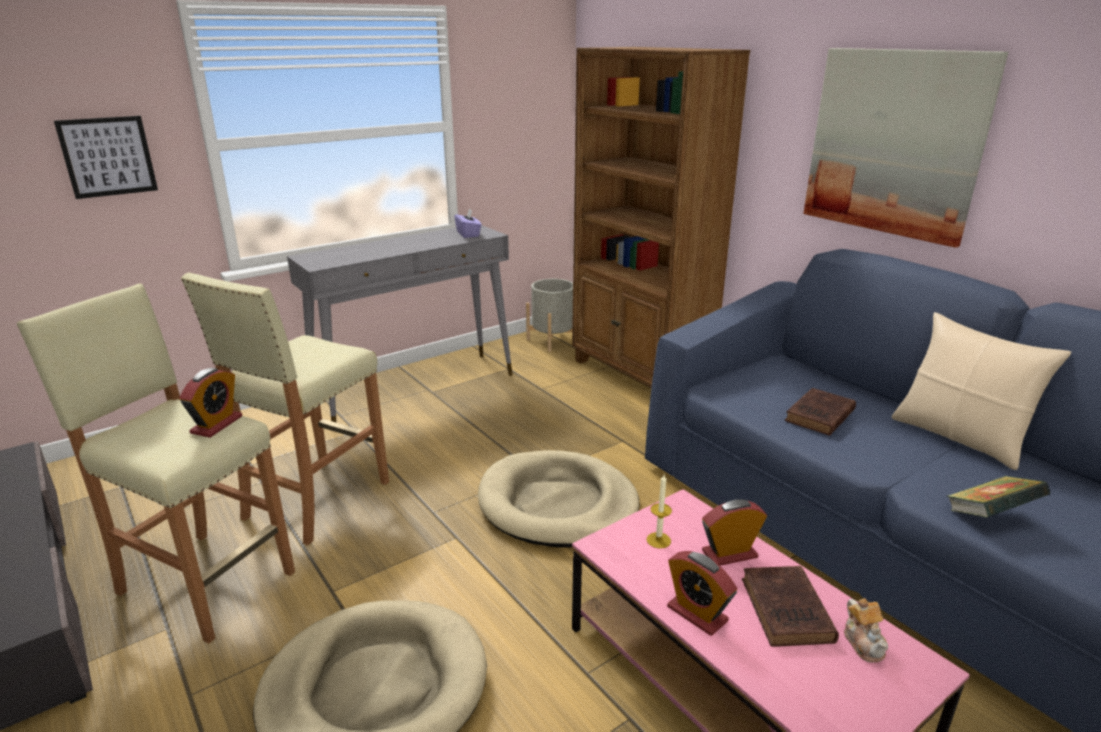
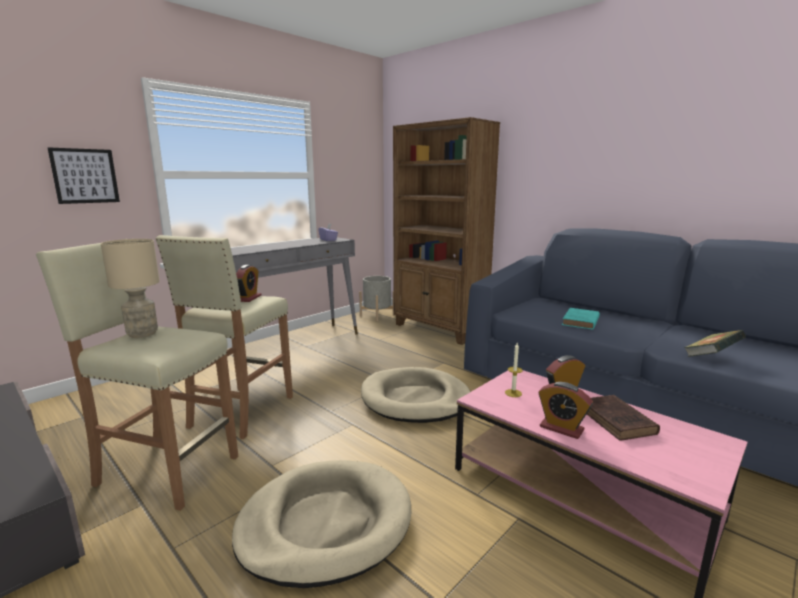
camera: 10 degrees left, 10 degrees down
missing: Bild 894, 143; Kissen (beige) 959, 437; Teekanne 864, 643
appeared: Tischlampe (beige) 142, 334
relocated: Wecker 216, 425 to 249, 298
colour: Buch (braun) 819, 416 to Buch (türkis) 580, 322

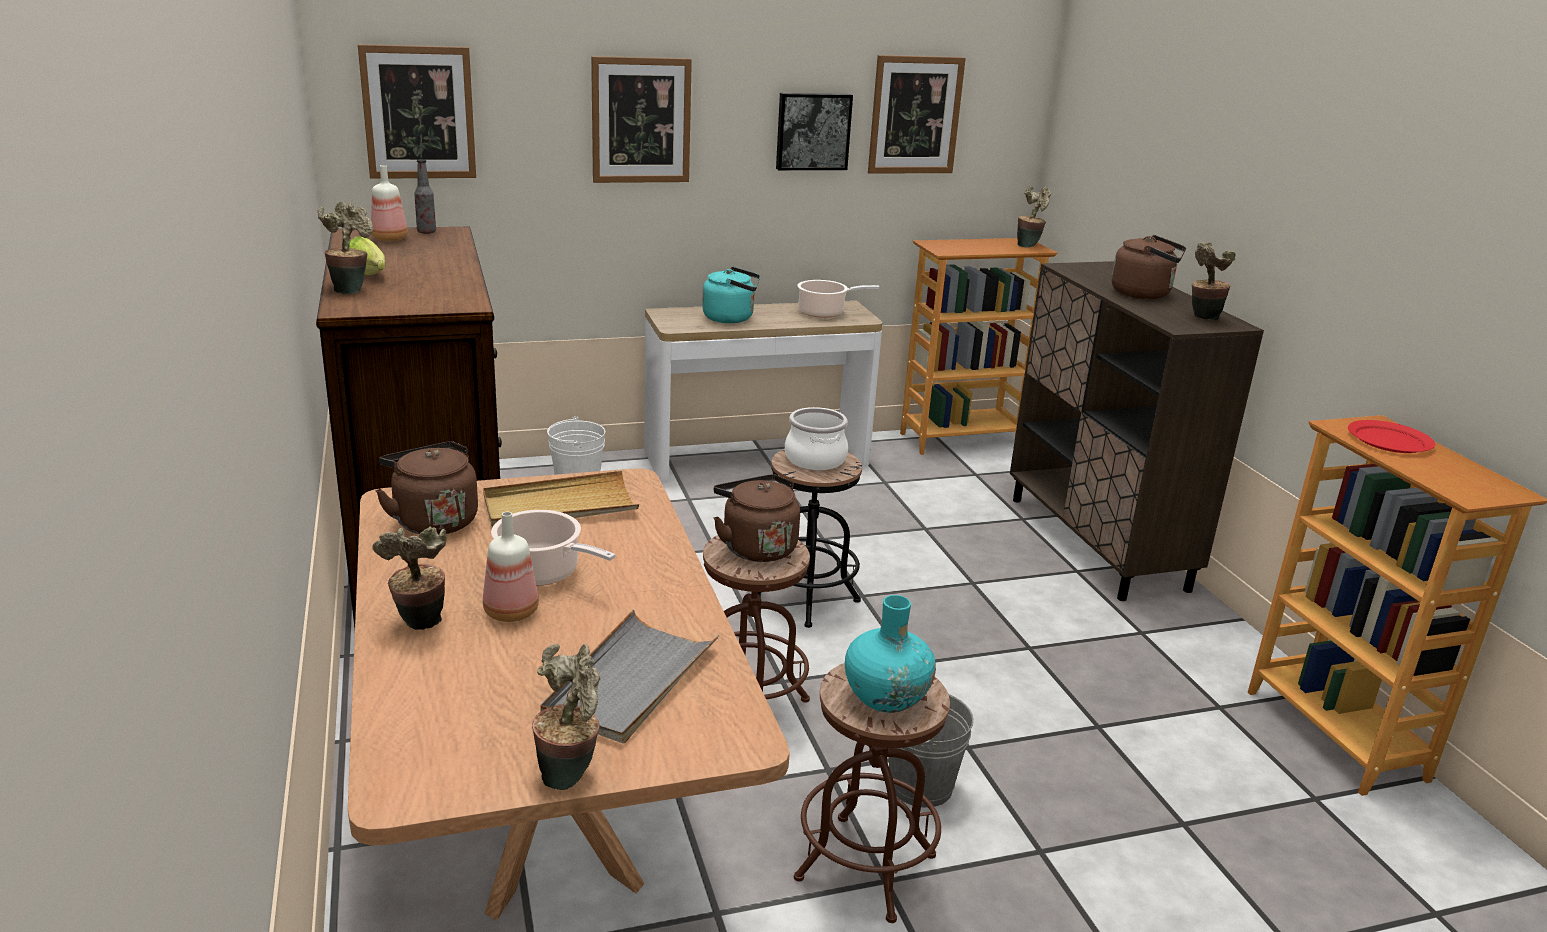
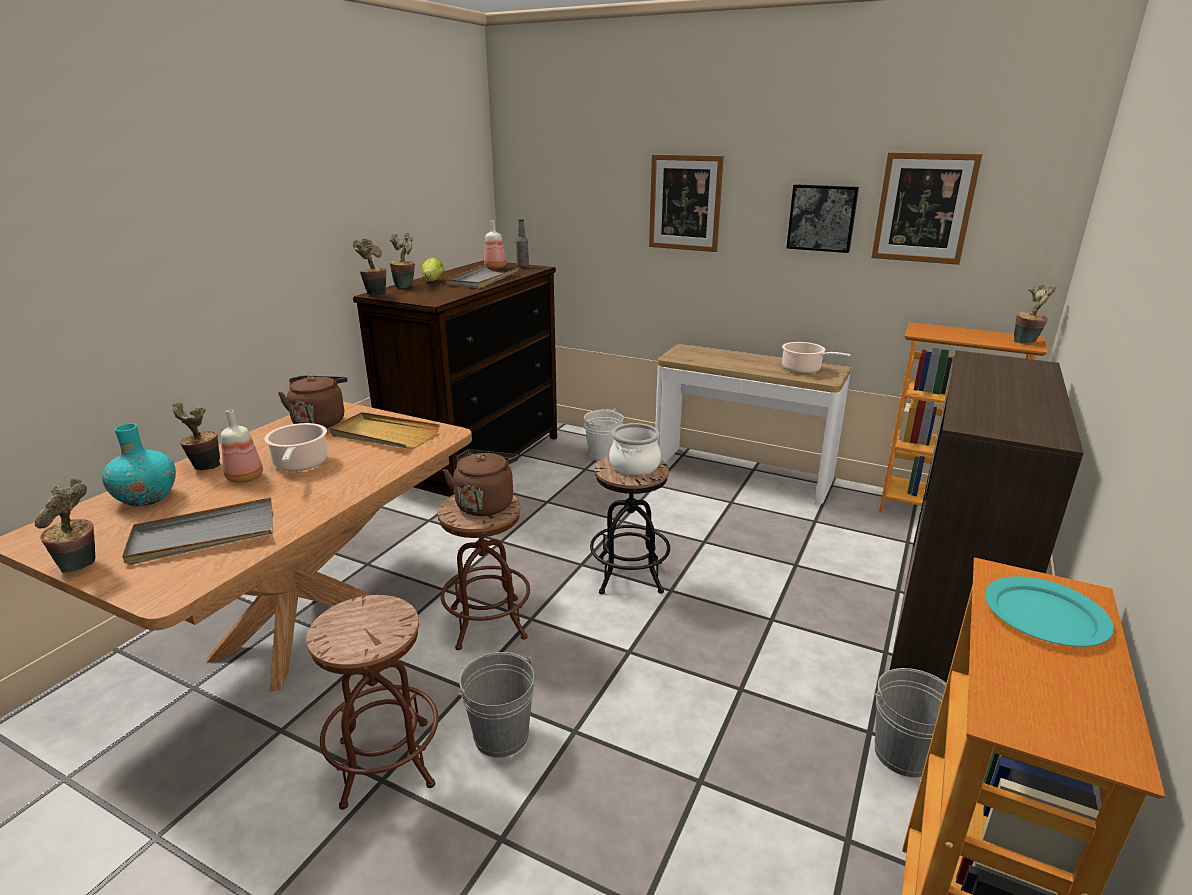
camera: 45 degrees right, 0 degrees up
missing: Bild 418, 113; Wasserkessel (braun) 1144, 294; Wasserkessel (türkis) 731, 318
appeared: Tablett (grau) 482, 280; Eimer (grau) 904, 754
relocated: Topfpflanze 1202, 318 to 375, 294; Vase (türkis) 886, 698 to 147, 498
colour: Teller (rot) 1390, 440 to Teller (türkis) 1046, 616

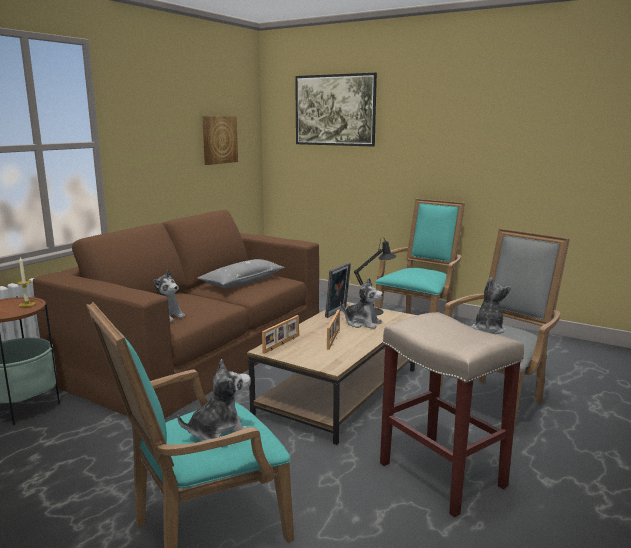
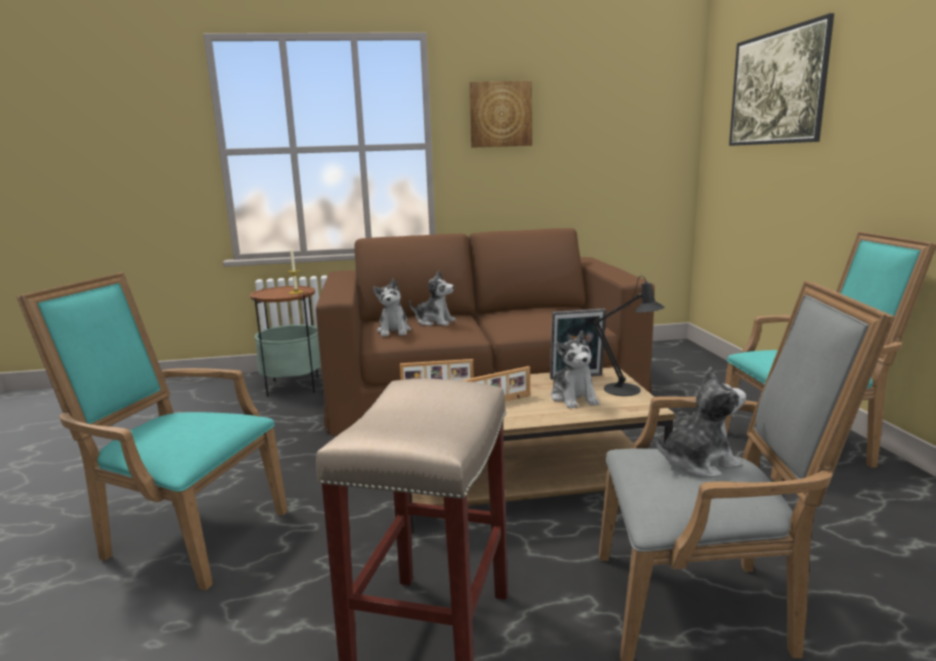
camera: 50 degrees right, 0 degrees up
missing: Kissen (grau) 242, 282
relocated: Bild 219, 139 to 500, 114; Plüschtier 218, 433 to 434, 322

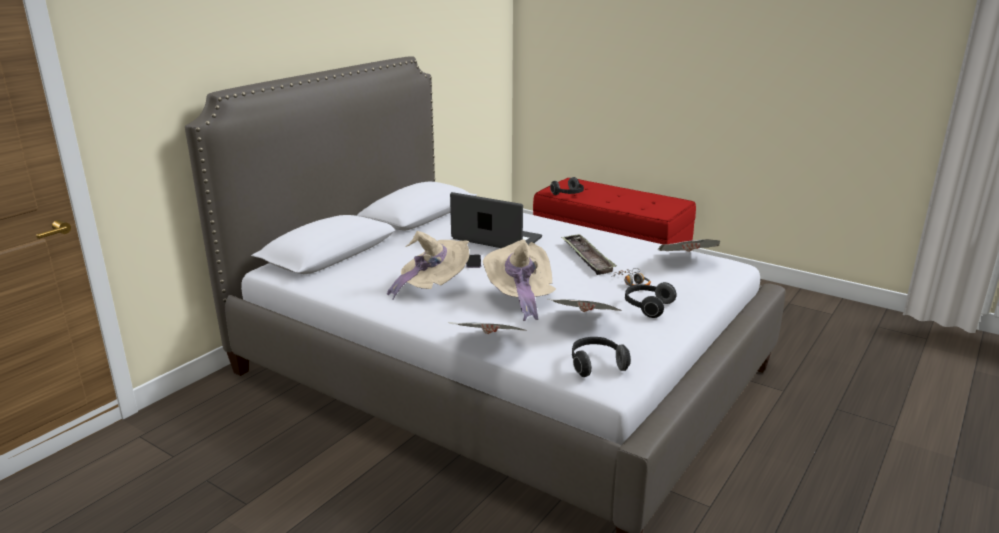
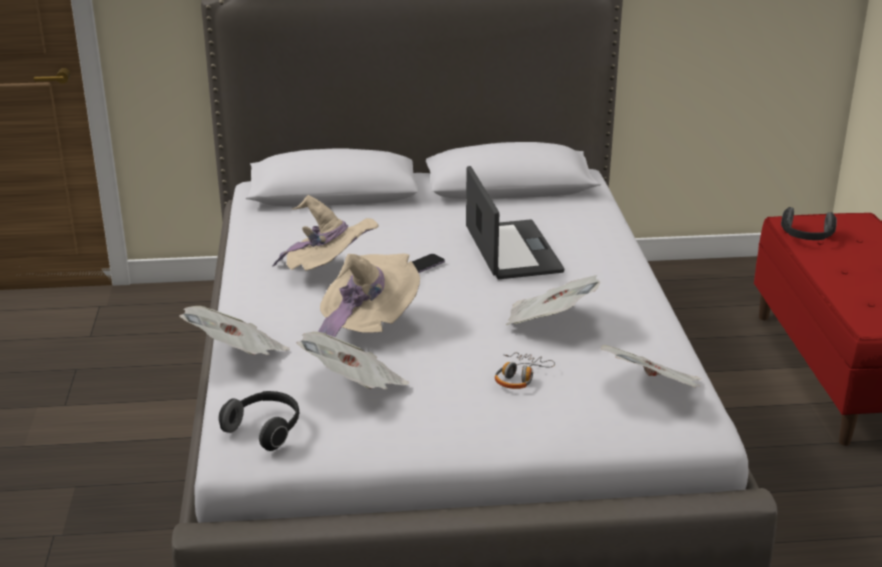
camera: 50 degrees right, 5 degrees up
missing: Kopfhörer 647, 307
exchanged: Tablett 587, 258 to Zeitung 549, 322

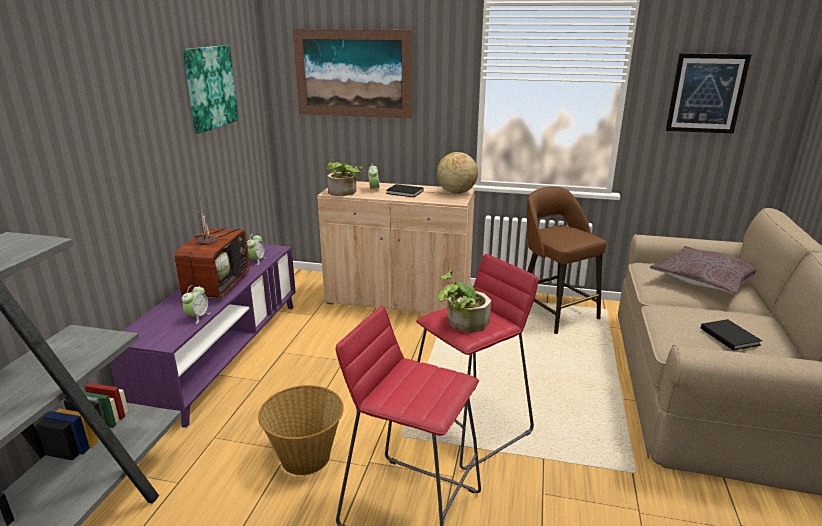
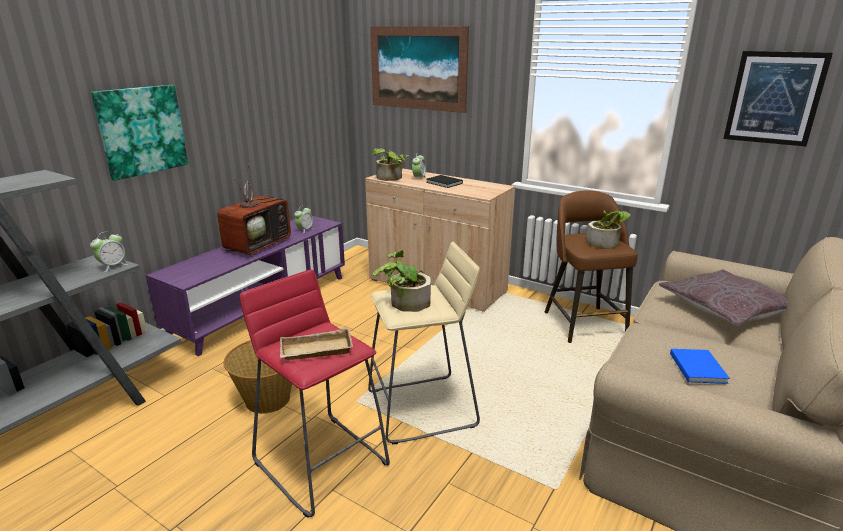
camera: 20 degrees right, 0 degrees up
missing: Globus 456, 192
appeared: Topfpflanze 606, 243; Tablett (beige) 315, 351
relocated: Bild 210, 87 to 141, 130; Wecker 197, 317 to 113, 266
colour: Hocker (rot) 470, 427 to Hocker (beige) 423, 409; Buch (schwarz) 729, 336 to Buch (blau) 698, 367

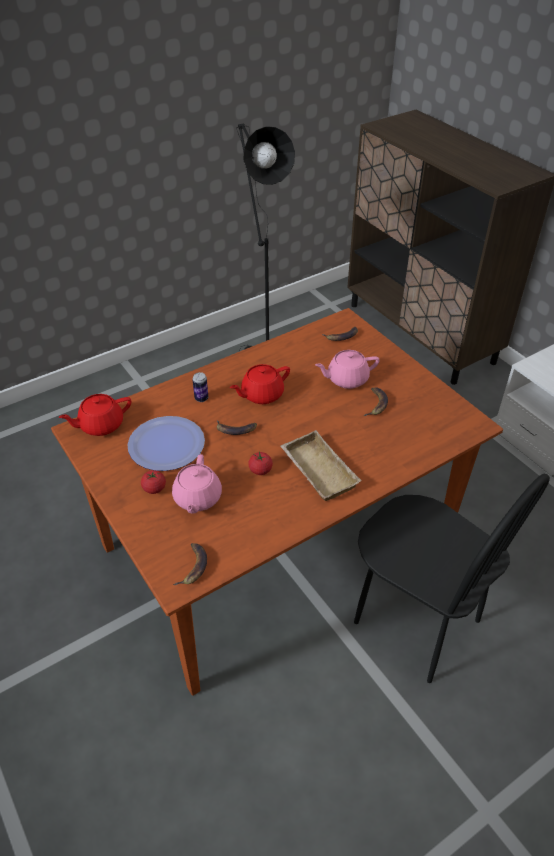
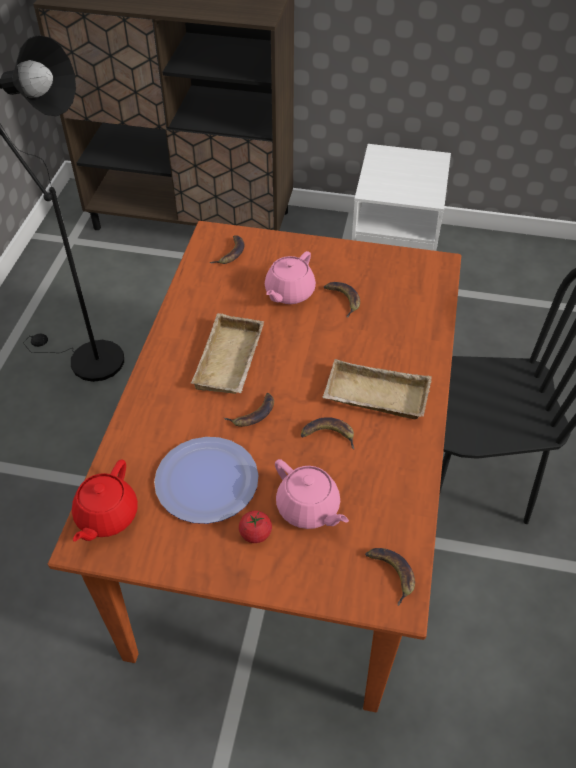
camera: 45 degrees left, 5 degrees up
missing: Dose 201, 398
exchanged: Teekanne (rot) 261, 394 to Tablett (beige) 231, 361; Tomate 260, 470 to Banane 328, 435

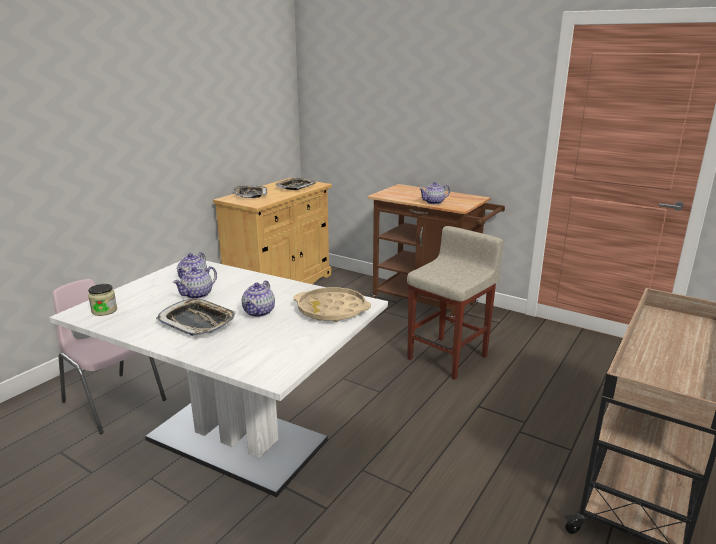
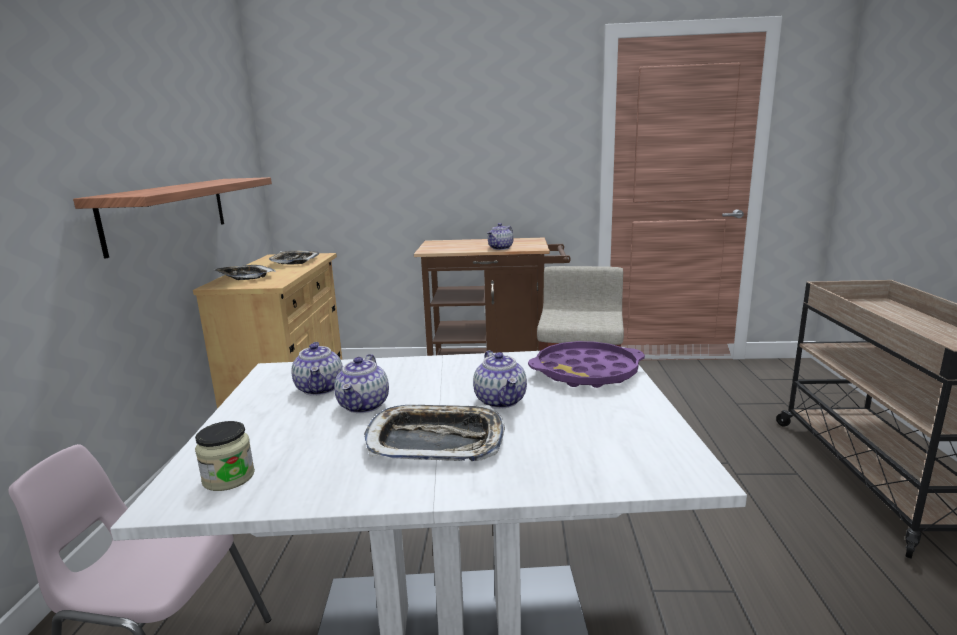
camera: 30 degrees left, 5 degrees down
appeared: Wandregal 168, 212
colour: Tablett (beige) 331, 310 to Tablett (lila) 586, 372

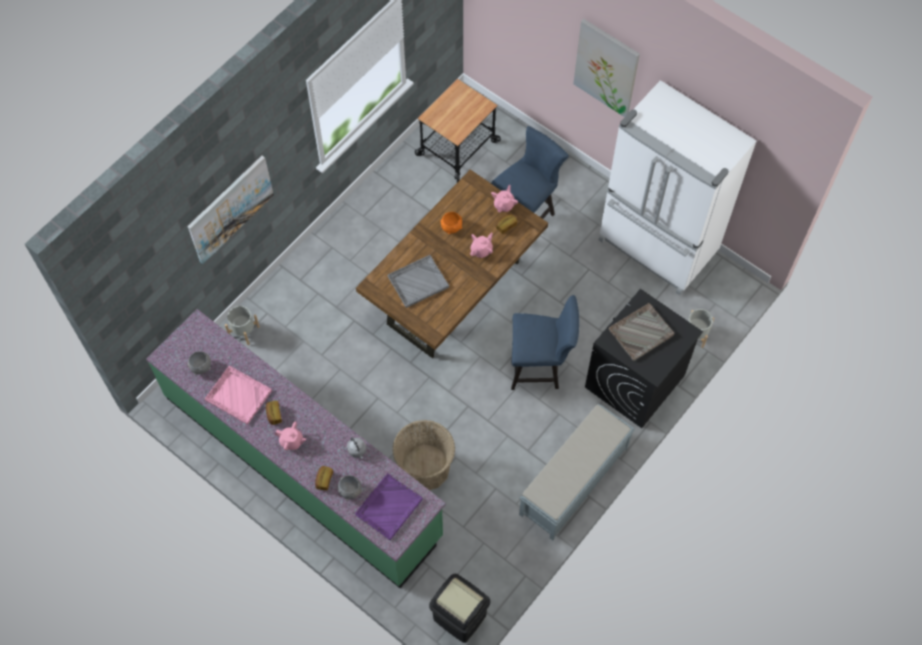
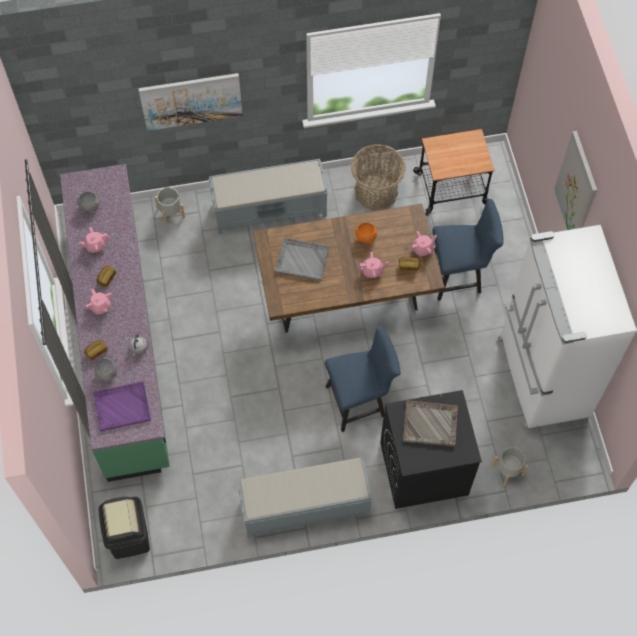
camera: 40 degrees right, 0 degrees up
appeared: Bank (grau) 270, 209
relocated: Korb 424, 467 to 376, 191
exchanged: Tablett (rosa) 238, 395 to Teekanne (rosa) 95, 246
spun: Stuhl (blau) 540, 367 = 360, 401 60 degrees counterclockwise

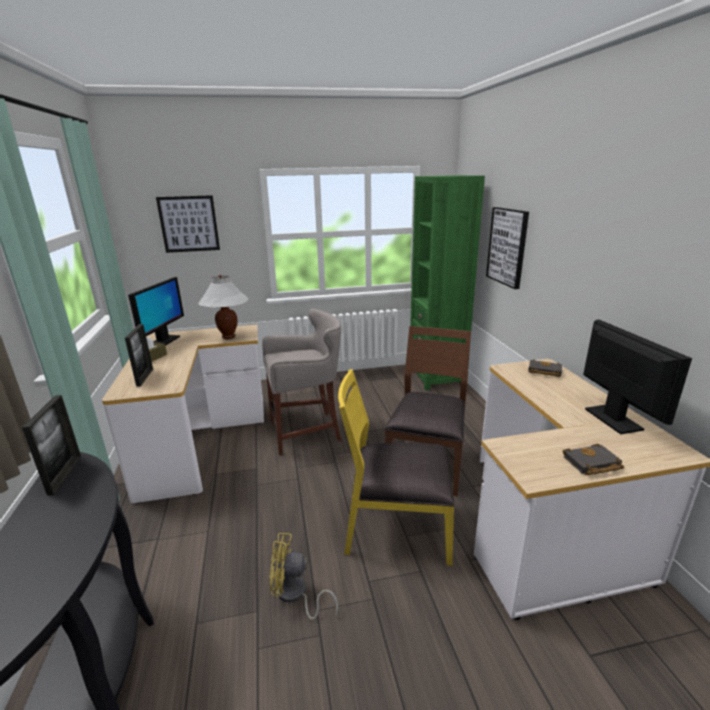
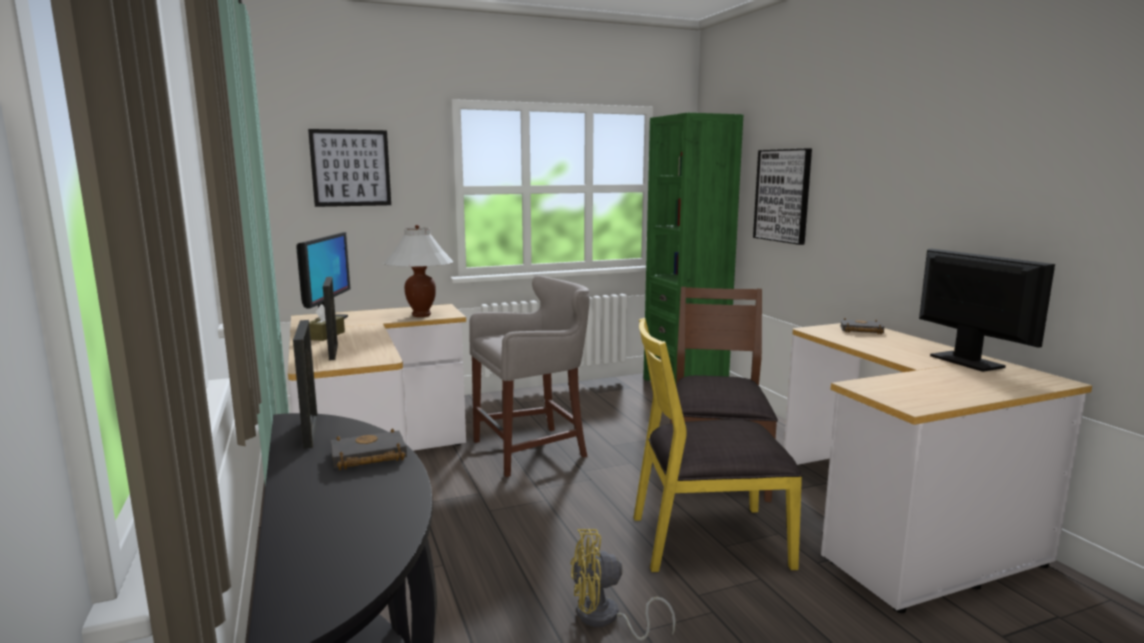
camera: 10 degrees left, 10 degrees down
relocated: Buch (schwarz) 591, 464 to 367, 457

